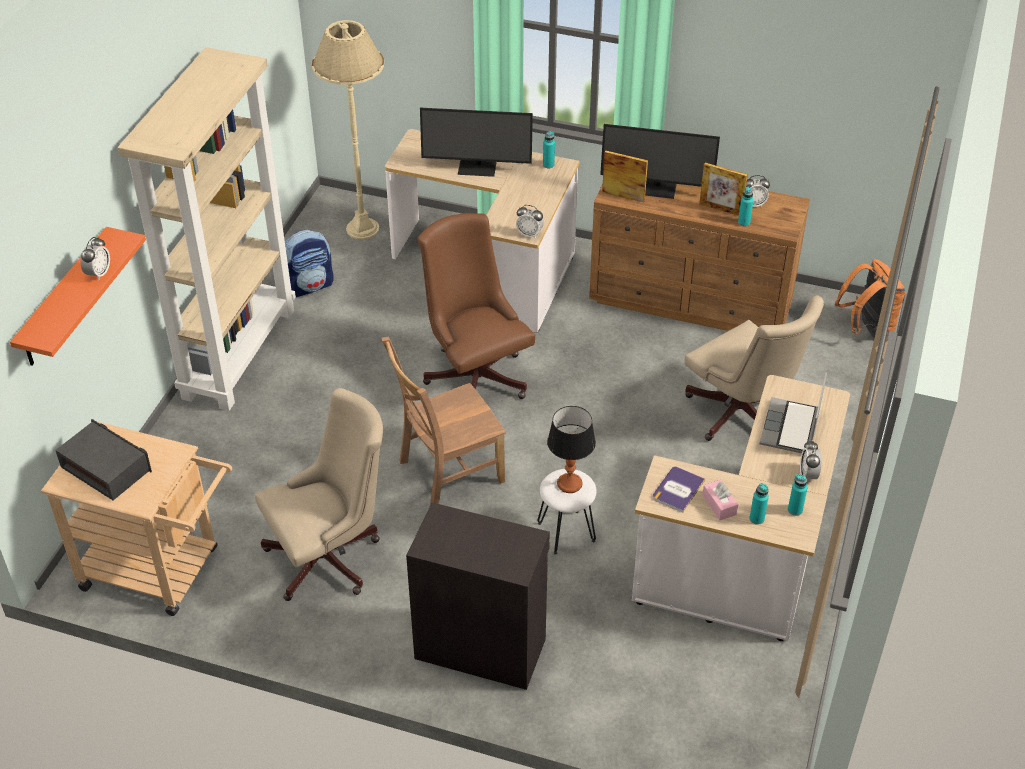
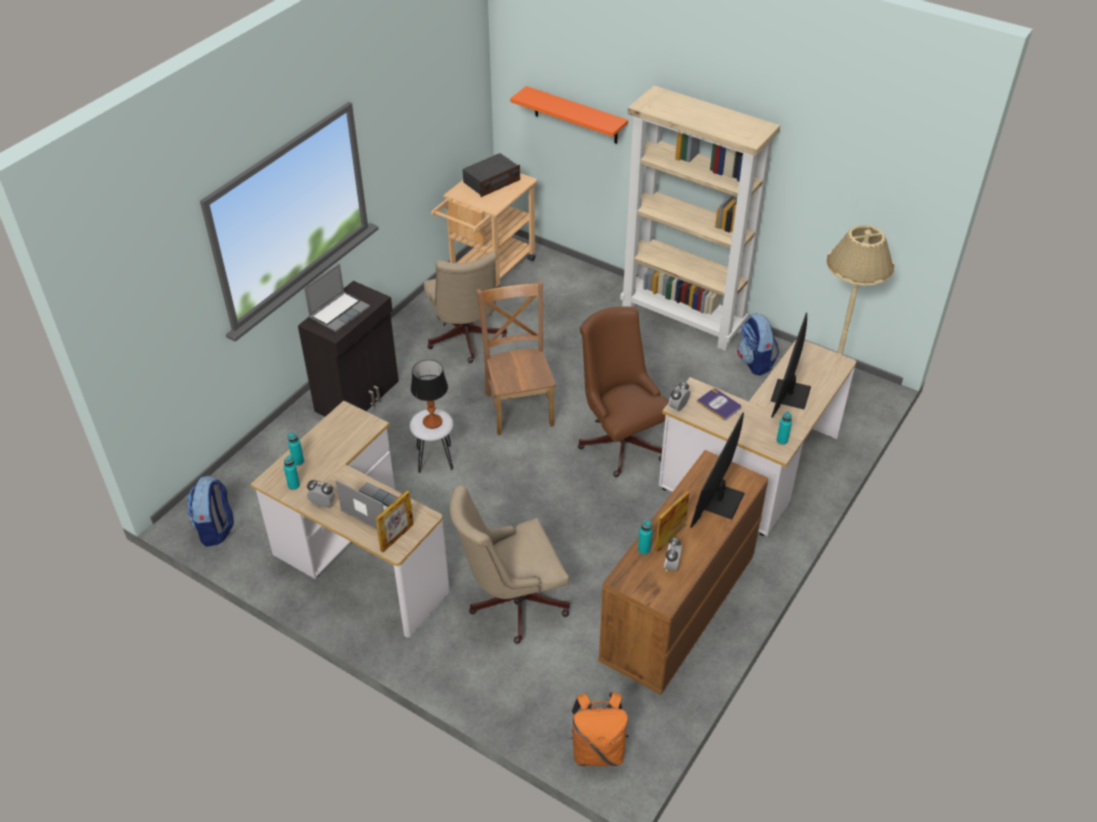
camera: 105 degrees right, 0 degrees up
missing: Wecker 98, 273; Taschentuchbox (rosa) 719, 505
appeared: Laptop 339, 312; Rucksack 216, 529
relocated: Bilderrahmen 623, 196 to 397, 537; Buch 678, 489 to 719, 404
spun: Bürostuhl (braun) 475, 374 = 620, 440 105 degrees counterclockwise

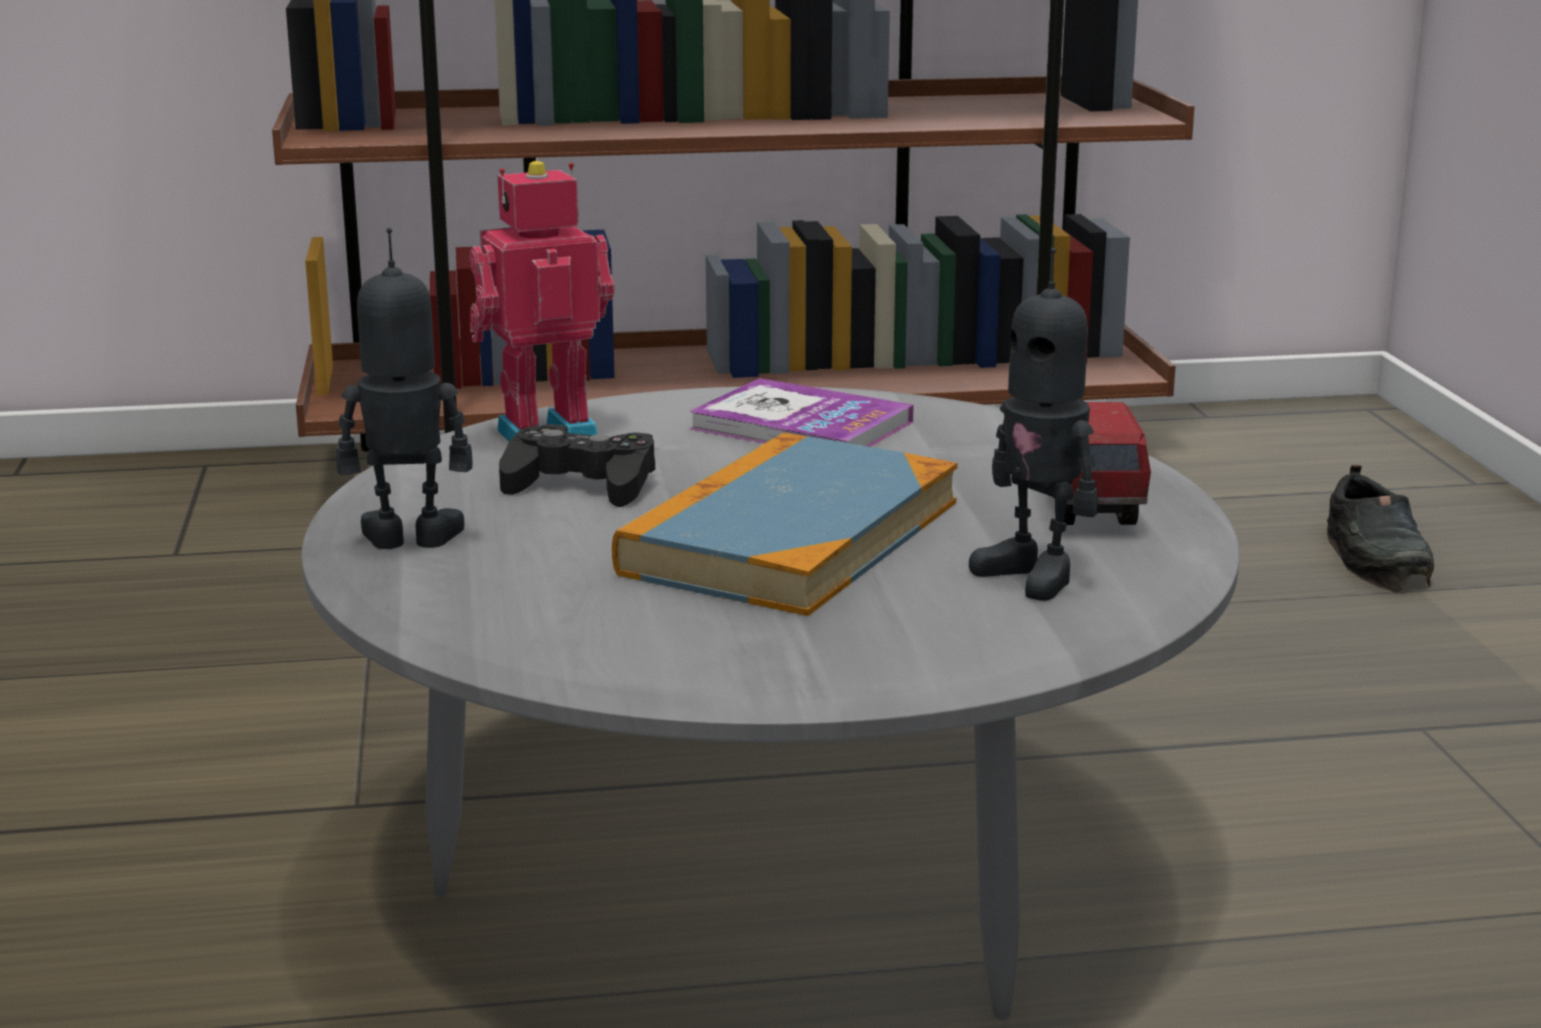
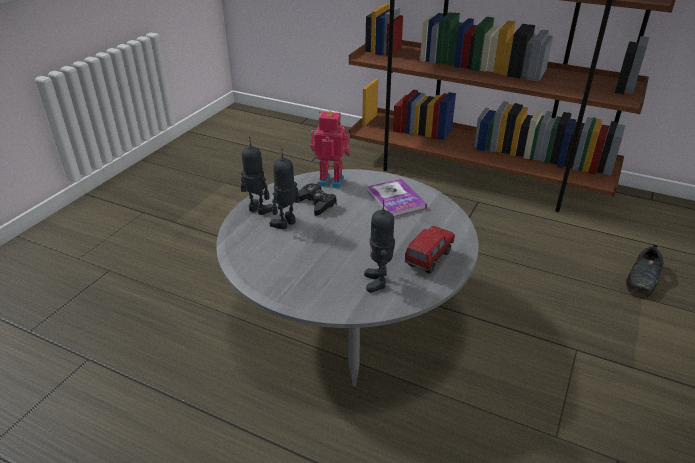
camera: 35 degrees right, 15 degrees up
missing: Buch 791, 537
appeared: Spielzeugroboter 286, 224

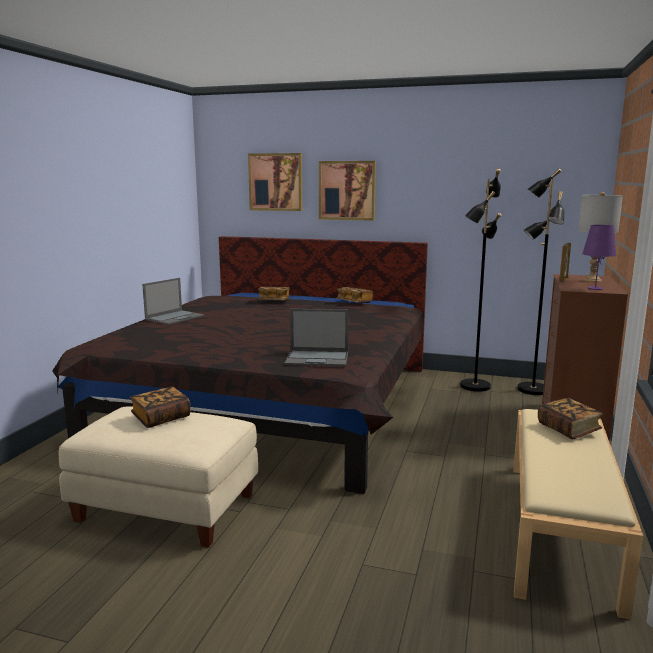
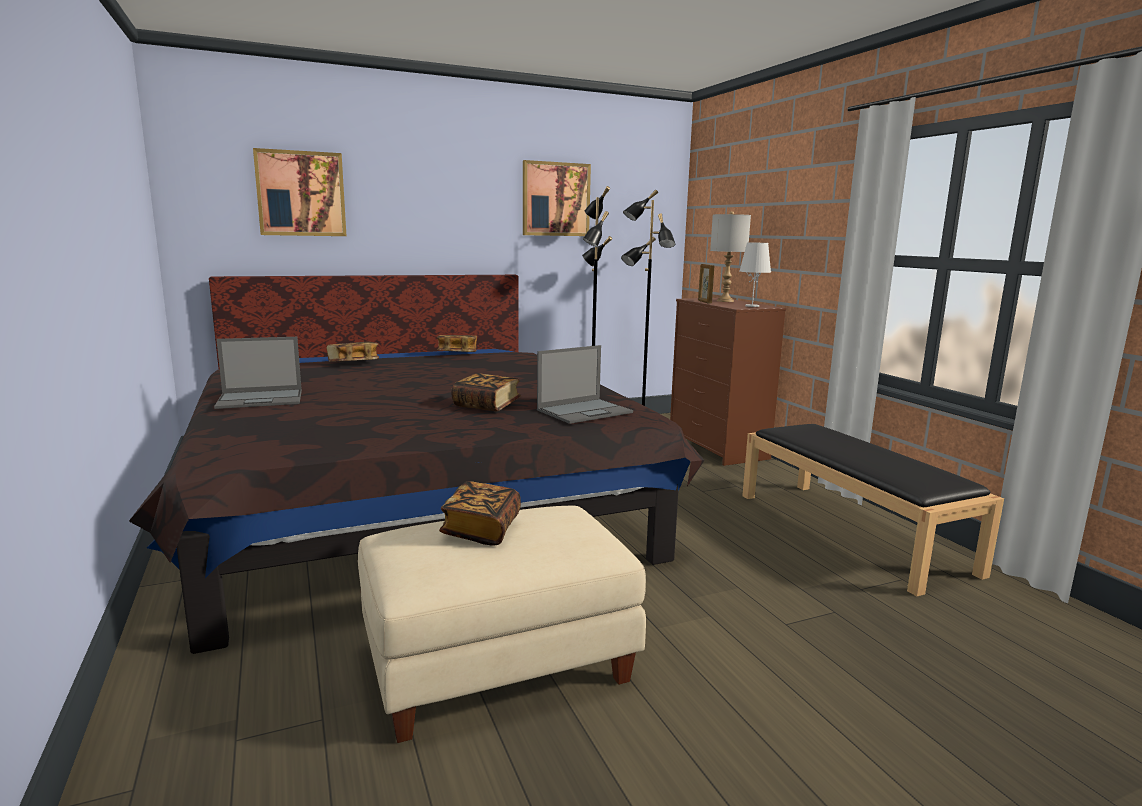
camera: 40 degrees left, 0 degrees up
relocated: Bild 347, 190 to 555, 199; Buch 568, 429 to 486, 405
colour: Tischlampe (lila) 595, 288 to Tischlampe (weiß) 752, 306; Bank (beige) 561, 529 to Bank (schwarz) 852, 532
spun: Laptop 175, 317 = 261, 399 75 degrees clockwise

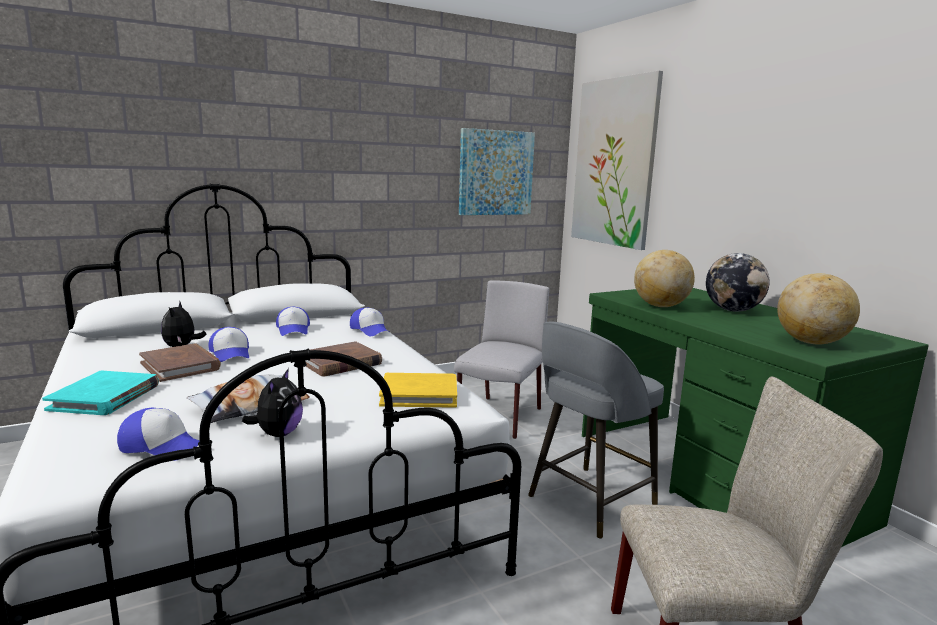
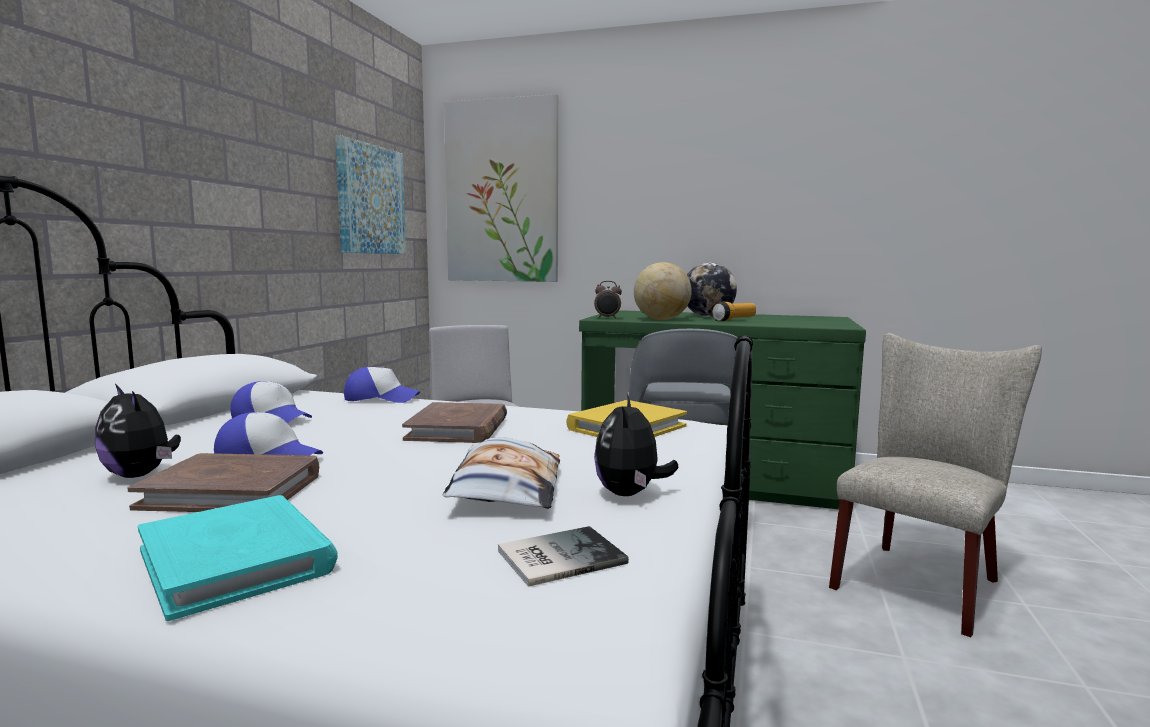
camera: 45 degrees left, 5 degrees down
missing: Globus 811, 342
appeared: Wecker 607, 318; Taschenlampe 734, 320
exchanged: Kappe 162, 446 to Buch 557, 556
spun: Plüschtier 278, 434 = 630, 494 135 degrees counterclockwise

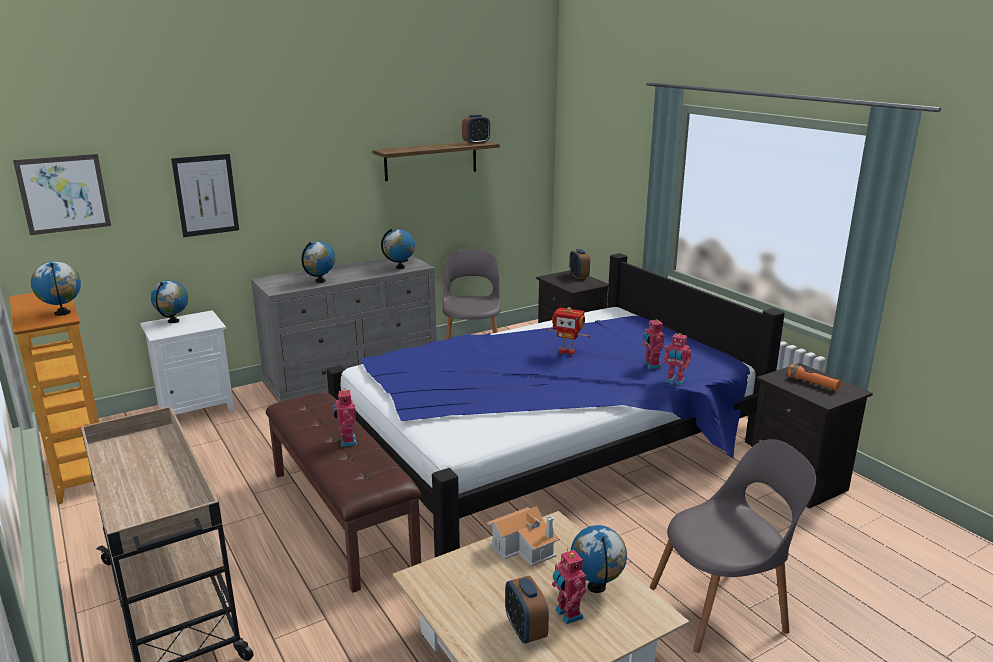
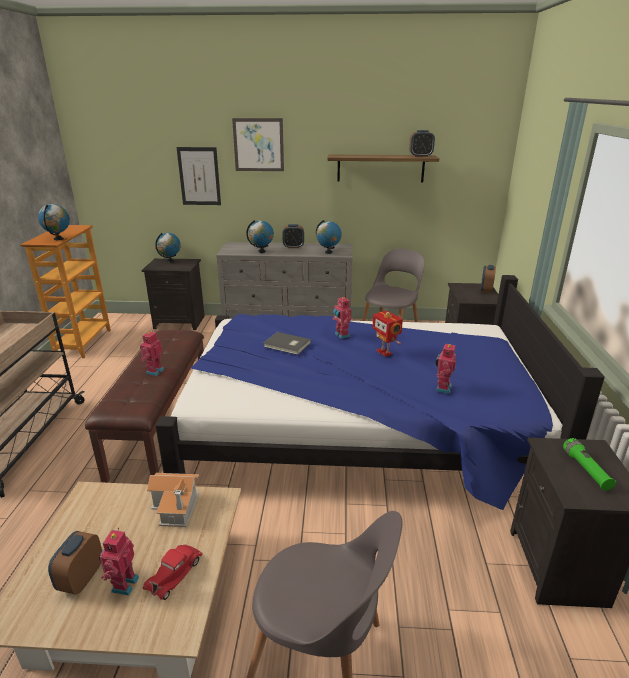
camera: 35 degrees right, 5 degrees up
appeared: Wecker 293, 247; Buch (grau) 287, 345
relocated: Bild 63, 194 to 258, 145; Spielzeugroboter 675, 381 to 341, 335
exchanged: Globus 596, 587 to Spielzeugauto (rot) 174, 573
colour: Nachttisch (weiß) 197, 407 to Nachttisch (schwarz) 180, 322; Taschenlampe (orange) 812, 384 to Taschenlampe (grün) 586, 470

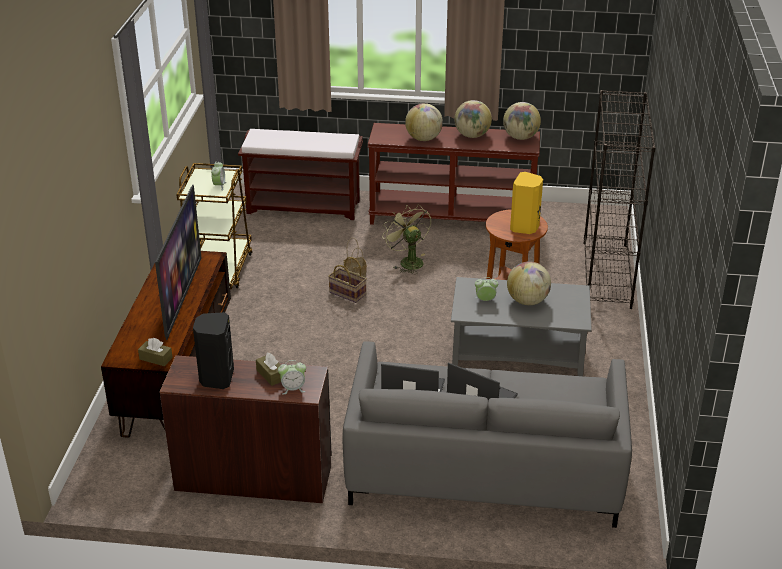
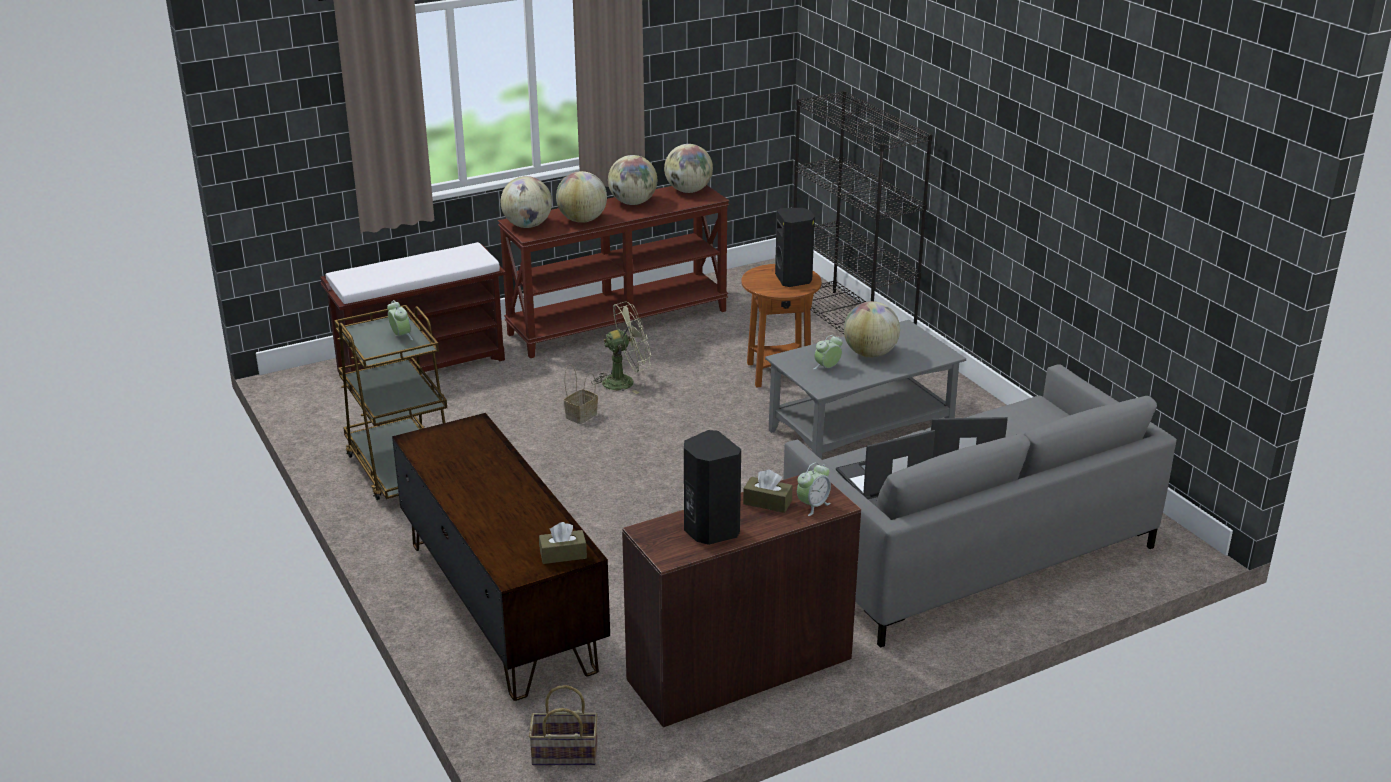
camera: 35 degrees left, 5 degrees down
missing: Fernseher 182, 297
appeared: Globus 528, 225
relocated: Korb 346, 293 to 563, 754
colour: Lautsprecher (gelb) 525, 227 to Lautsprecher (schwarz) 794, 279
spun: Ventilator (grün) 407, 261 = 625, 381 135 degrees clockwise

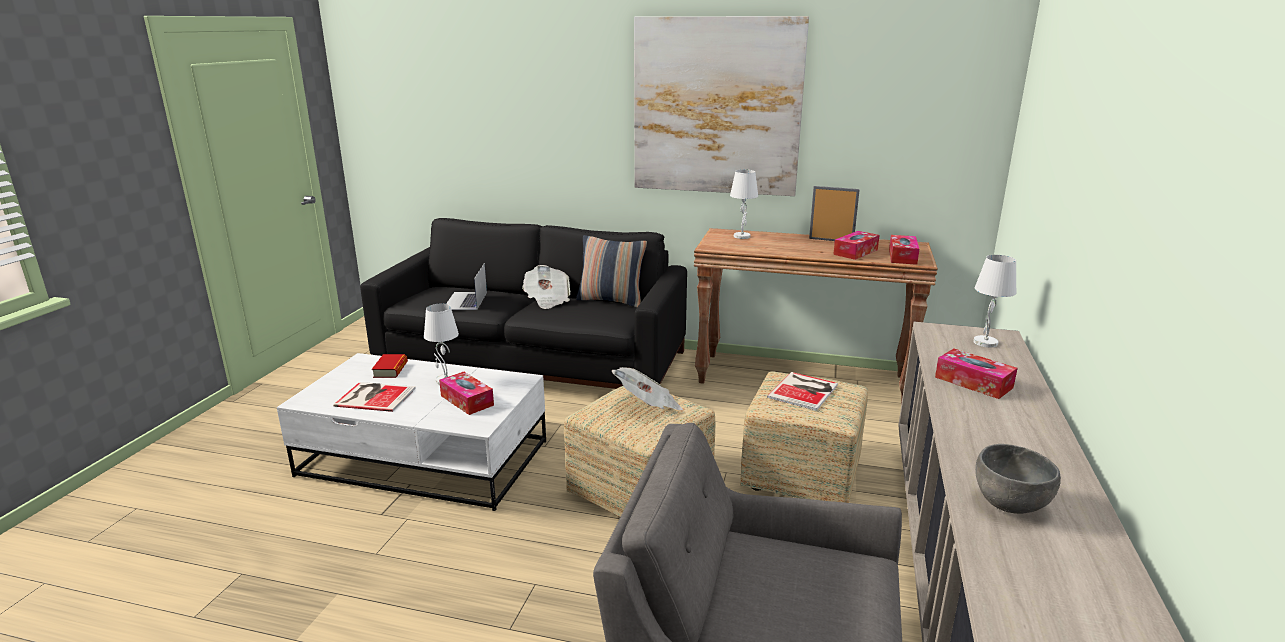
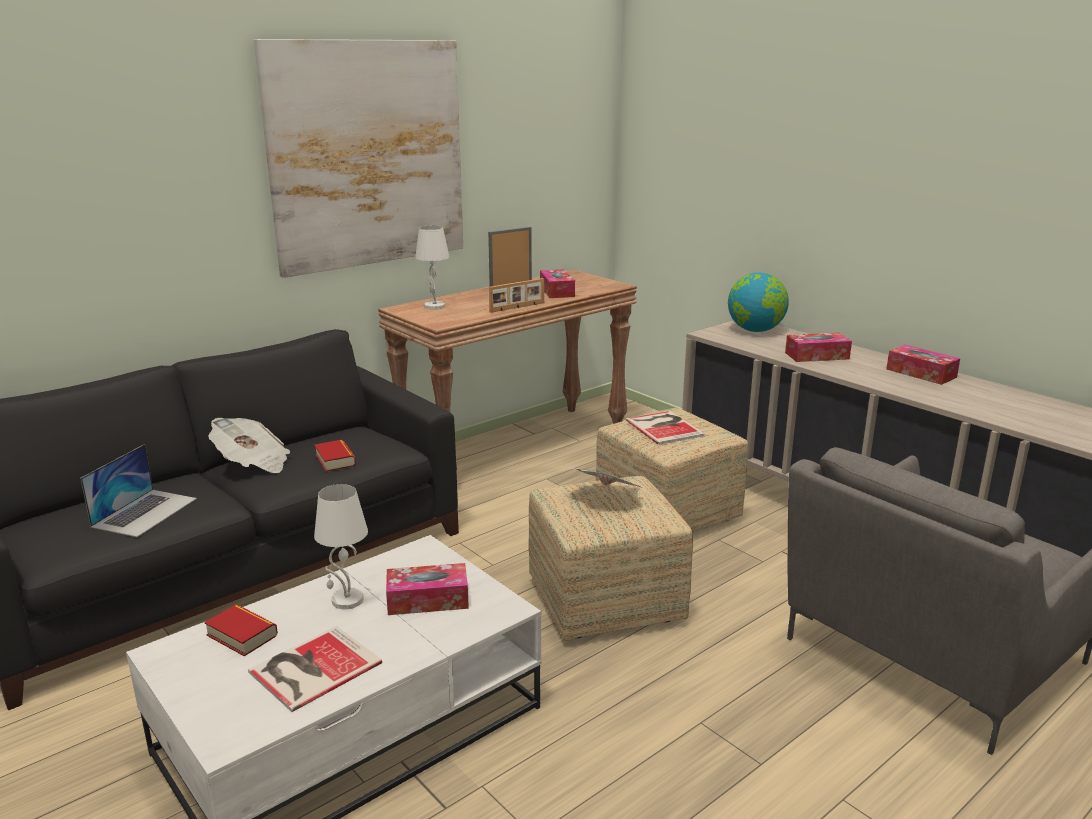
camera: 55 degrees left, 0 degrees up
missing: Kissen 611, 300; Schüssel (grau) 1008, 504
appeared: Bilderrahmen 517, 307; Buch 335, 460
relocated: Taschentuchbox 902, 256 to 921, 373
exchanged: Tischlampe (weiß) 985, 343 to Globus 755, 330
spun: Laptop 465, 301 = 145, 512 105 degrees counterclockwise

